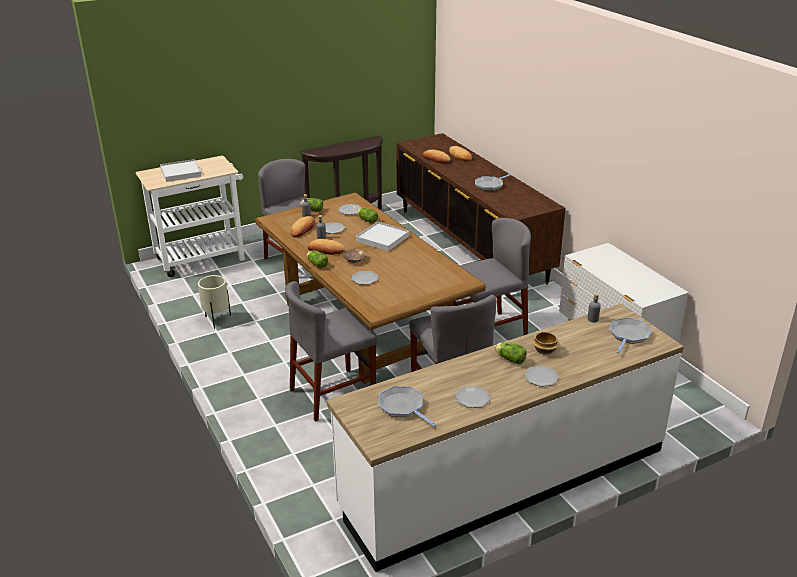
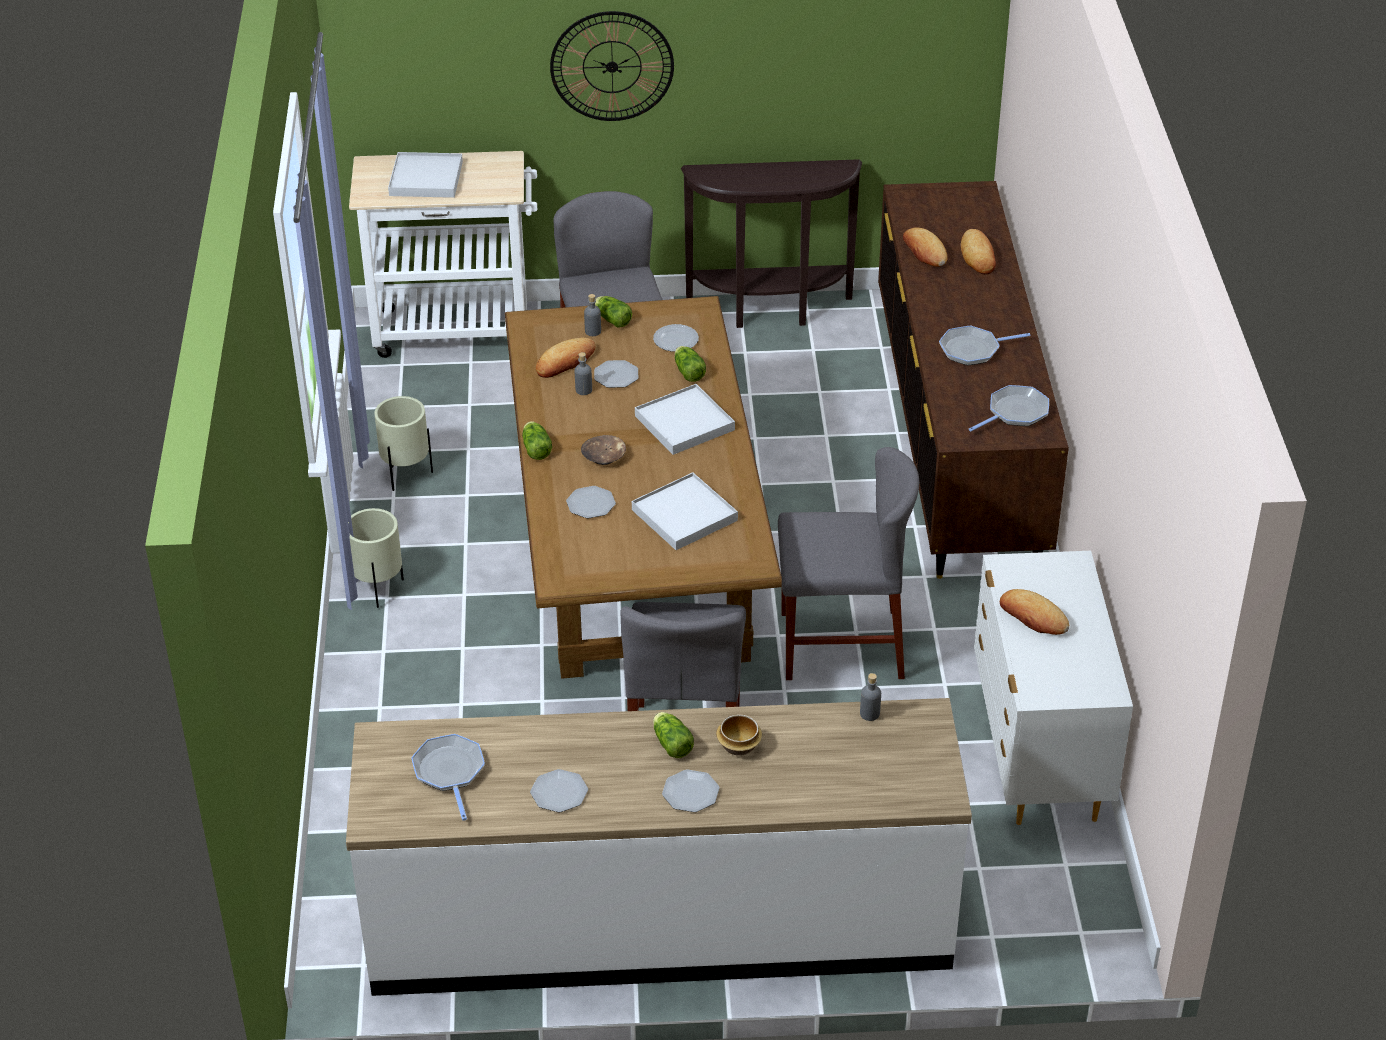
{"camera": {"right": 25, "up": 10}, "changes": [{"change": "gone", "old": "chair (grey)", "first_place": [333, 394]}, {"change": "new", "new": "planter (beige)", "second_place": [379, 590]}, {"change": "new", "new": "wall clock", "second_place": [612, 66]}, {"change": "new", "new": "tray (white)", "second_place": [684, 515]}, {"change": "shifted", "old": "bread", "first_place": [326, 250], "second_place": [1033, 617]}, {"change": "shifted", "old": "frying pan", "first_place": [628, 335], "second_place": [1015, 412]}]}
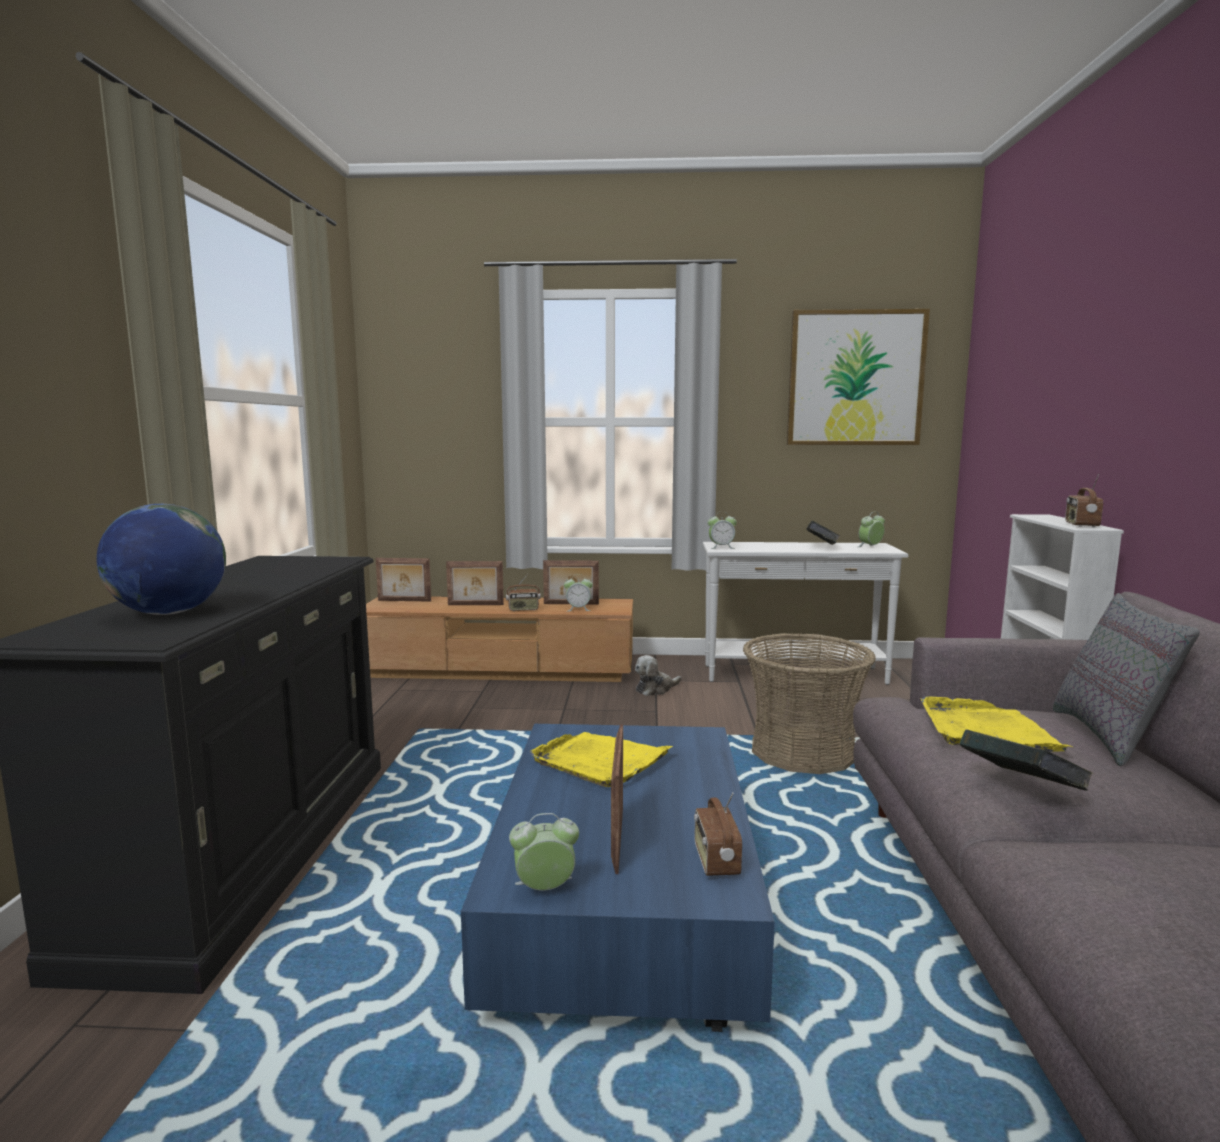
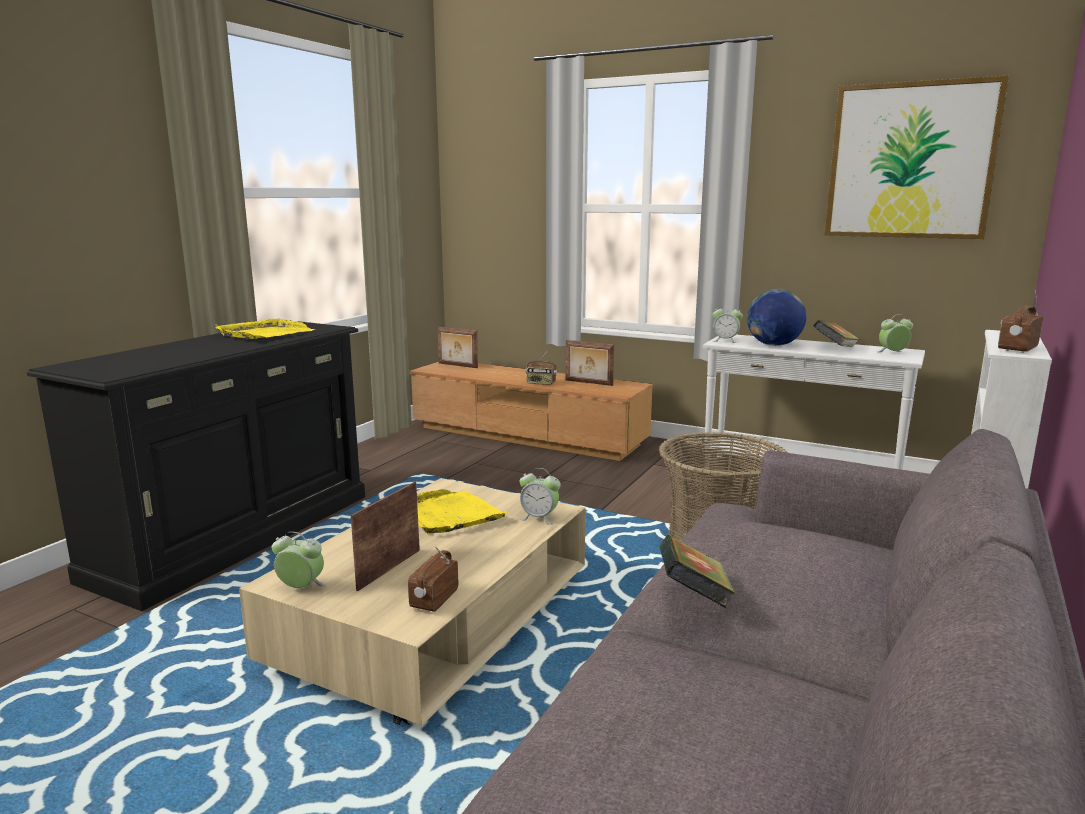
{"camera": {"right": 25, "up": 5}, "changes": [{"change": "gone", "old": "picture frame", "first_place": [475, 605]}, {"change": "gone", "old": "plush toy", "first_place": [655, 689]}, {"change": "gone", "old": "pillow (grey)", "first_place": [1107, 738]}, {"change": "shifted", "old": "globe", "first_place": [169, 613], "second_place": [774, 345]}, {"change": "shifted", "old": "alarm clock", "first_place": [578, 609], "second_place": [539, 518]}, {"change": "shifted", "old": "tray (yellow)", "first_place": [986, 731], "second_place": [265, 334]}, {"change": "repainted", "old": "coffee table (blue)", "new": "coffee table (beige)", "first_place": [623, 898], "second_place": [435, 625]}]}
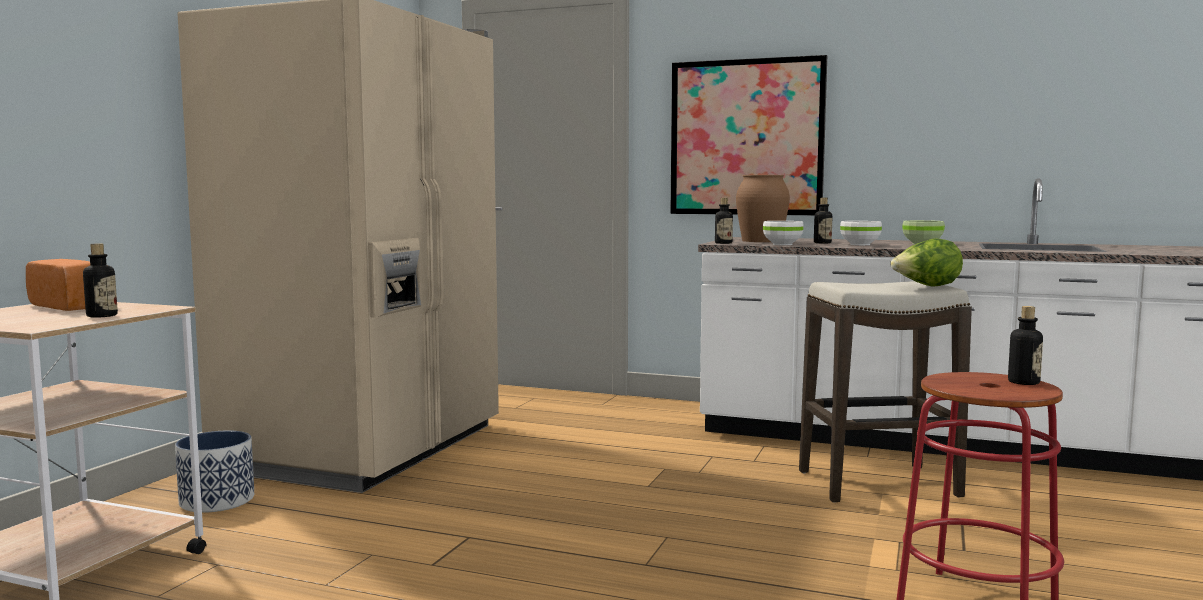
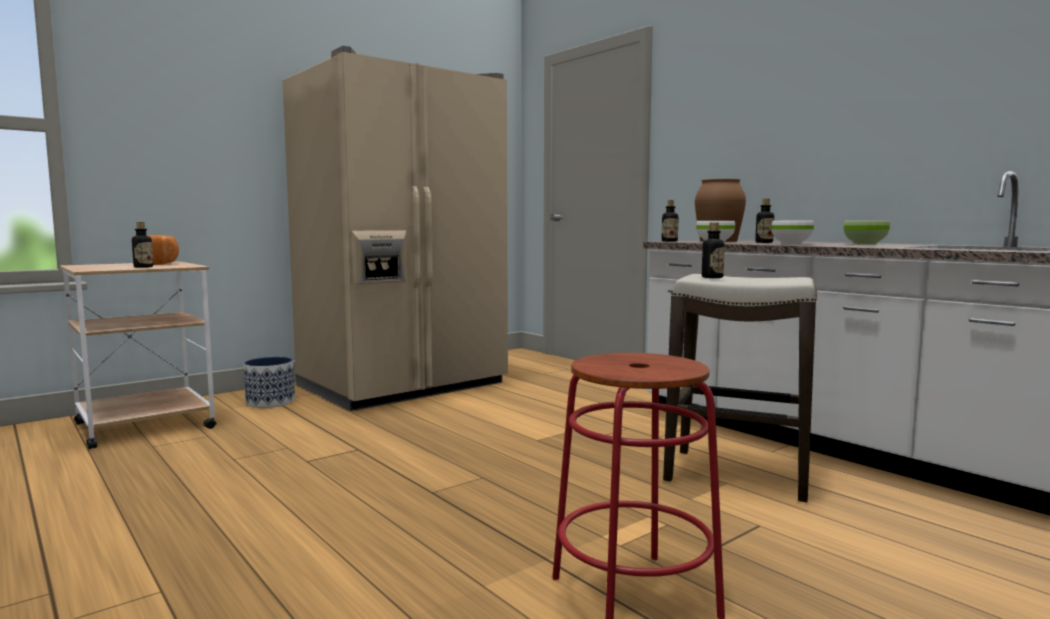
{"camera": {"right": 30, "up": 0}, "changes": [{"change": "gone", "old": "picture", "first_place": [746, 137]}, {"change": "gone", "old": "lettuce", "first_place": [926, 286]}, {"change": "shifted", "old": "bottle", "first_place": [1023, 382], "second_place": [712, 277]}]}
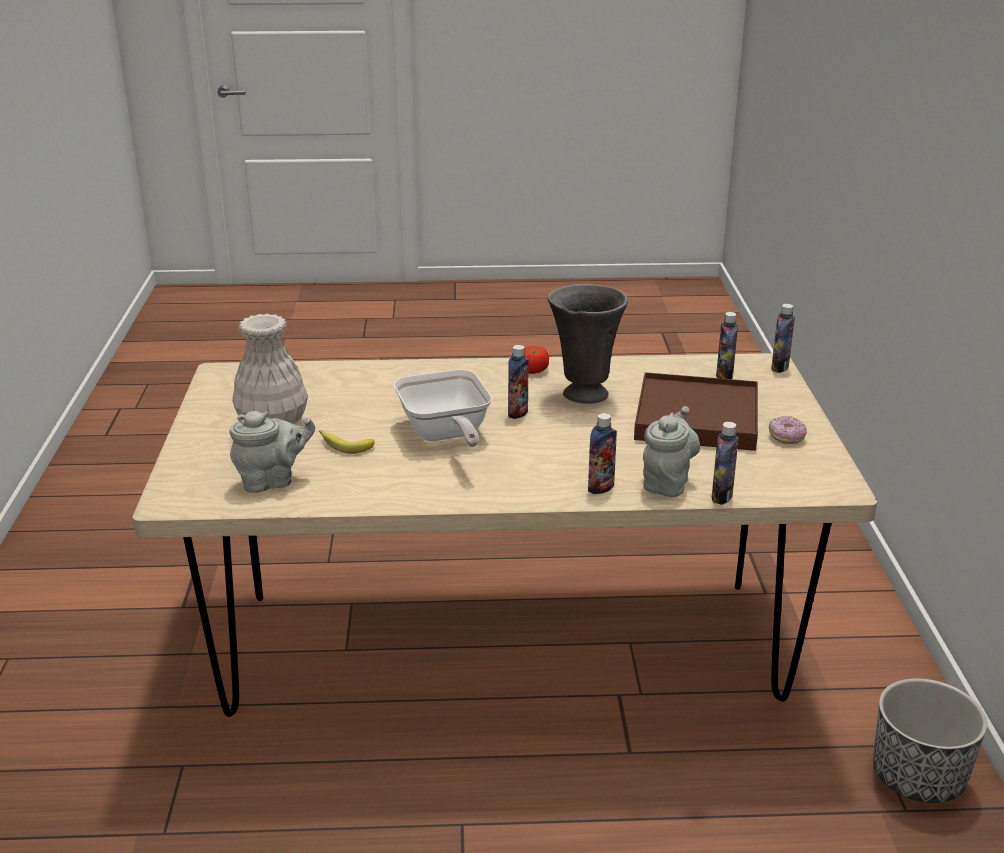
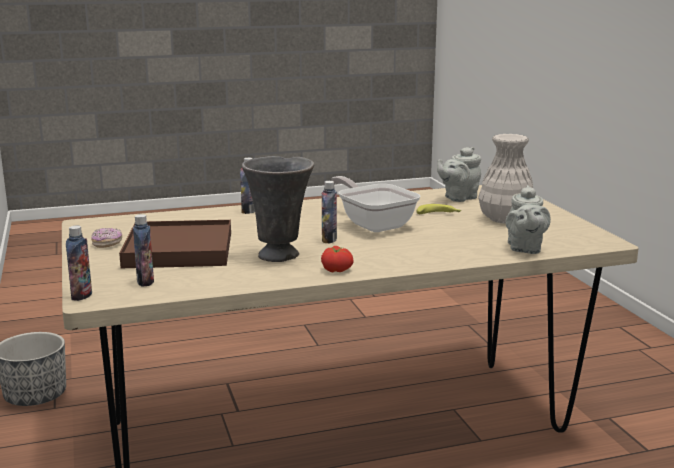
{"camera": {"right": 165, "up": -10}, "changes": [{"change": "gone", "old": "bottle", "first_place": [721, 497]}, {"change": "shifted", "old": "teapot (grey)", "first_place": [667, 482], "second_place": [524, 249]}]}
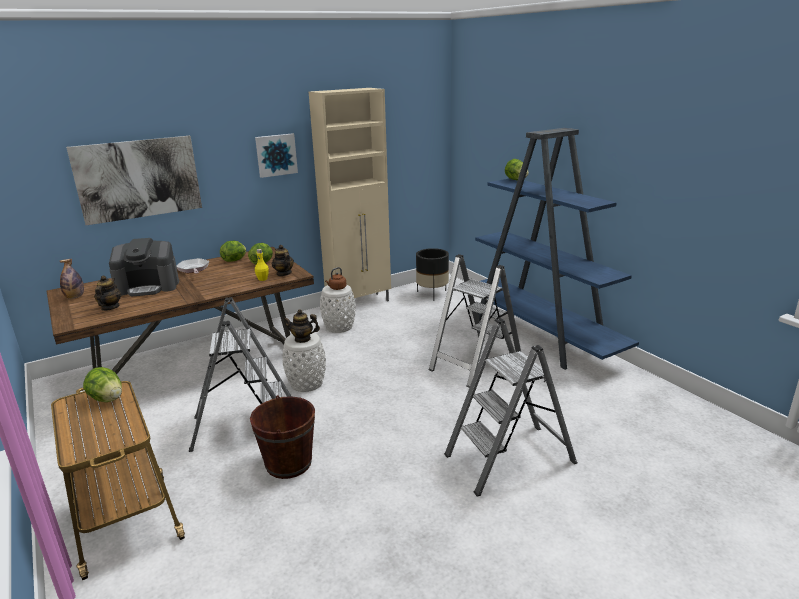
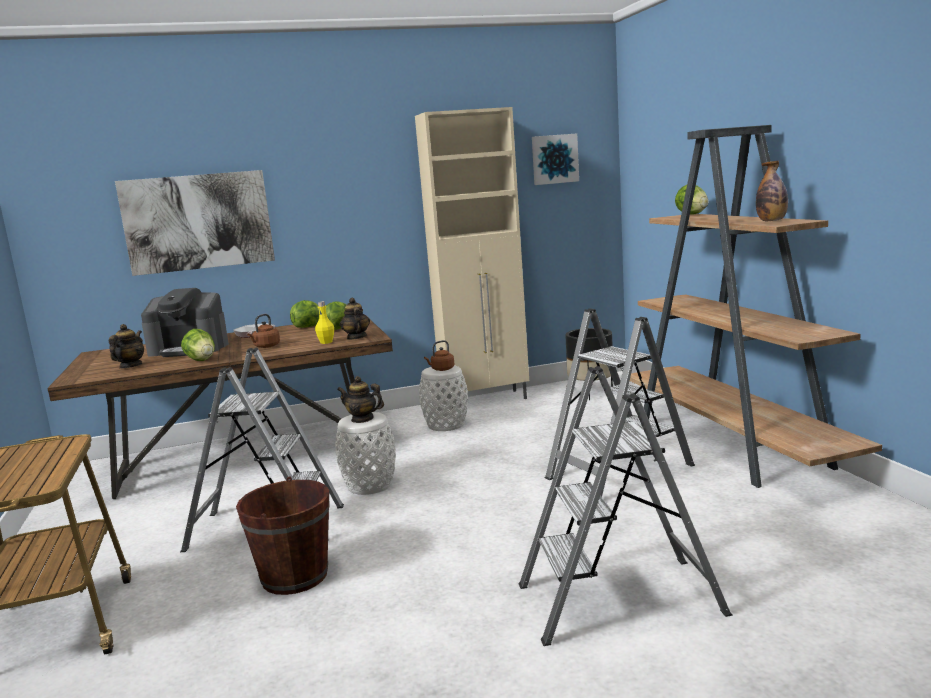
{"camera": {"right": 15, "up": -10}, "changes": [{"change": "new", "new": "kettle (brown)", "second_place": [266, 346]}, {"change": "shifted", "old": "bottle", "first_place": [75, 297], "second_place": [771, 221]}, {"change": "shifted", "old": "lettuce", "first_place": [107, 399], "second_place": [201, 360]}, {"change": "shifted", "old": "picture", "first_place": [276, 155], "second_place": [554, 159]}, {"change": "repainted", "old": "bookcase (blue)", "new": "bookcase (brown)", "first_place": [539, 336], "second_place": [731, 444]}]}
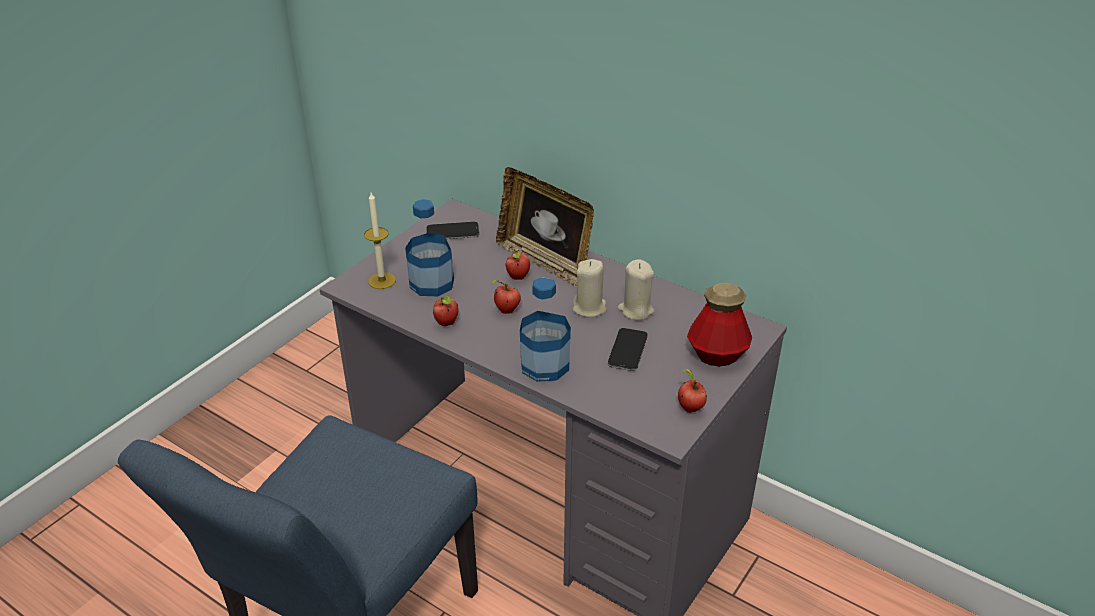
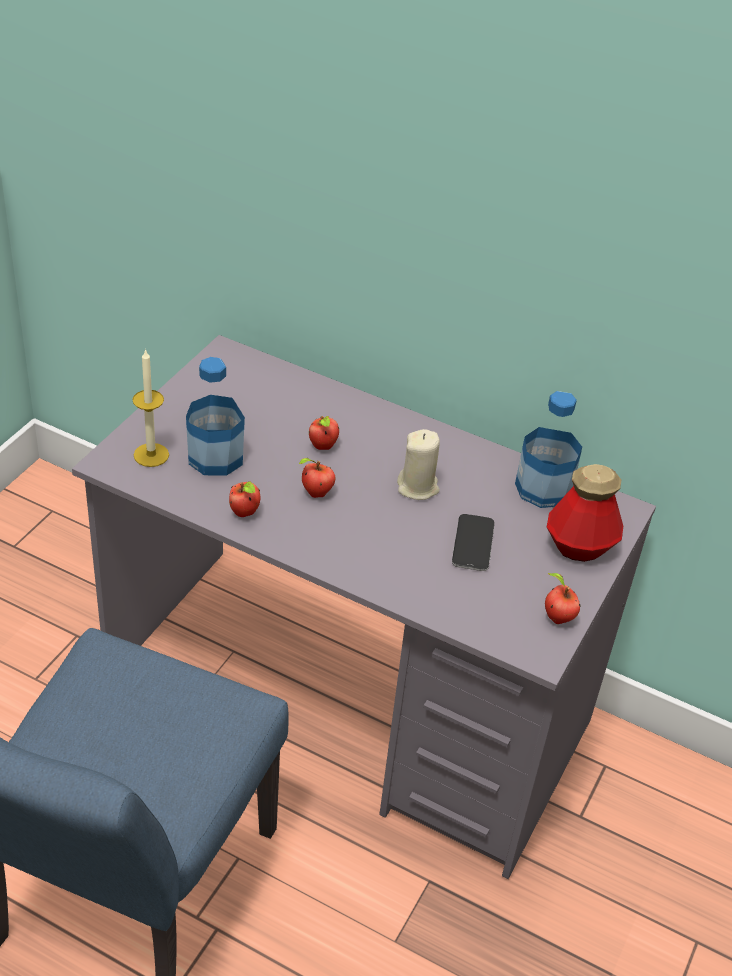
{"camera": {"right": -10, "up": 5}, "changes": [{"change": "gone", "old": "phone", "first_place": [453, 232]}, {"change": "gone", "old": "picture frame", "first_place": [545, 261]}, {"change": "gone", "old": "candle (beige)", "first_place": [635, 310]}, {"change": "shifted", "old": "bottle", "first_place": [544, 365], "second_place": [543, 488]}]}
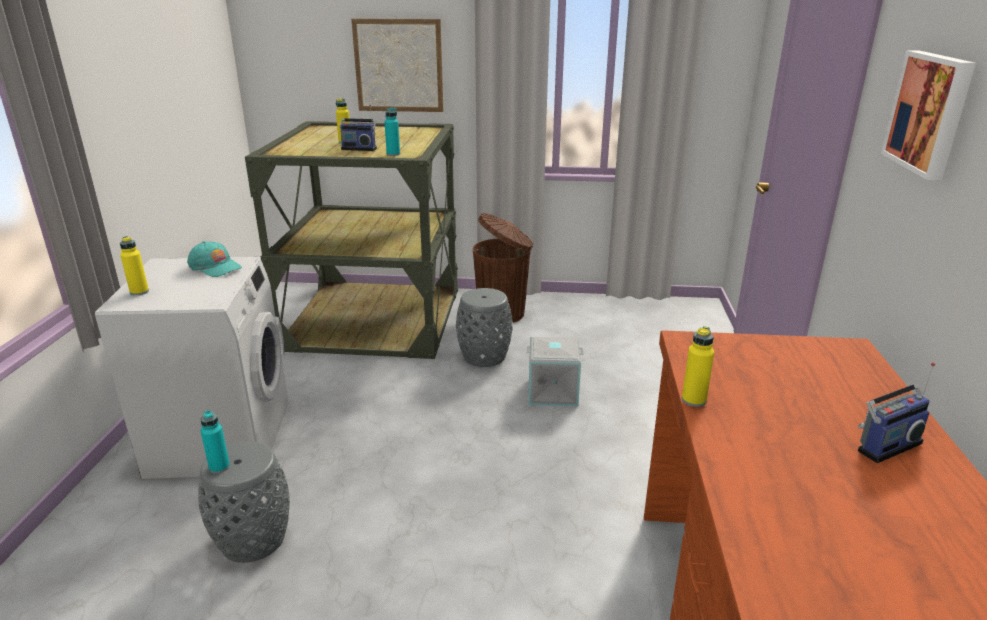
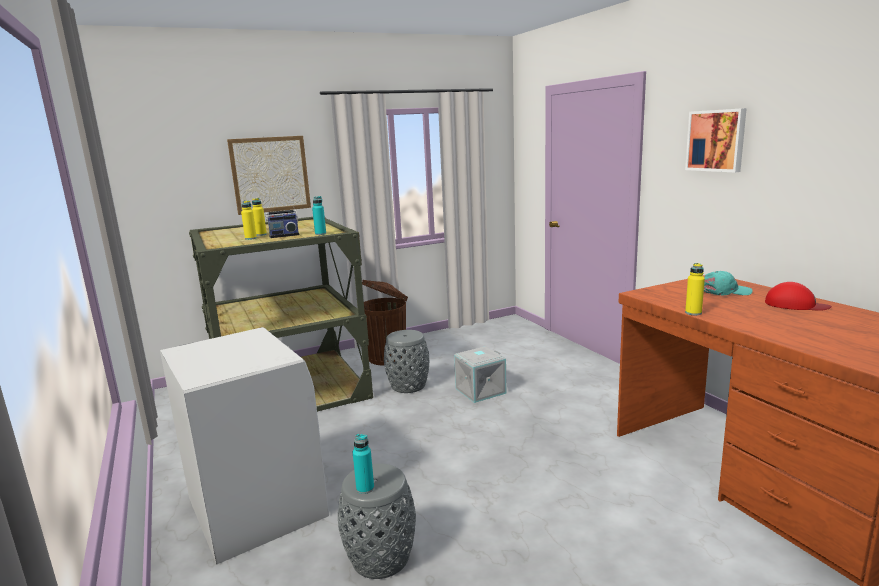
{"camera": {"right": -30, "up": -10}, "changes": [{"change": "shifted", "old": "bottle (yellow)", "first_place": [139, 292], "second_place": [250, 238]}, {"change": "shifted", "old": "cap (turquoise)", "first_place": [215, 267], "second_place": [724, 291]}, {"change": "swapped", "old": "radio", "new": "cap (red)", "first_place": [885, 445], "second_place": [795, 305]}]}
